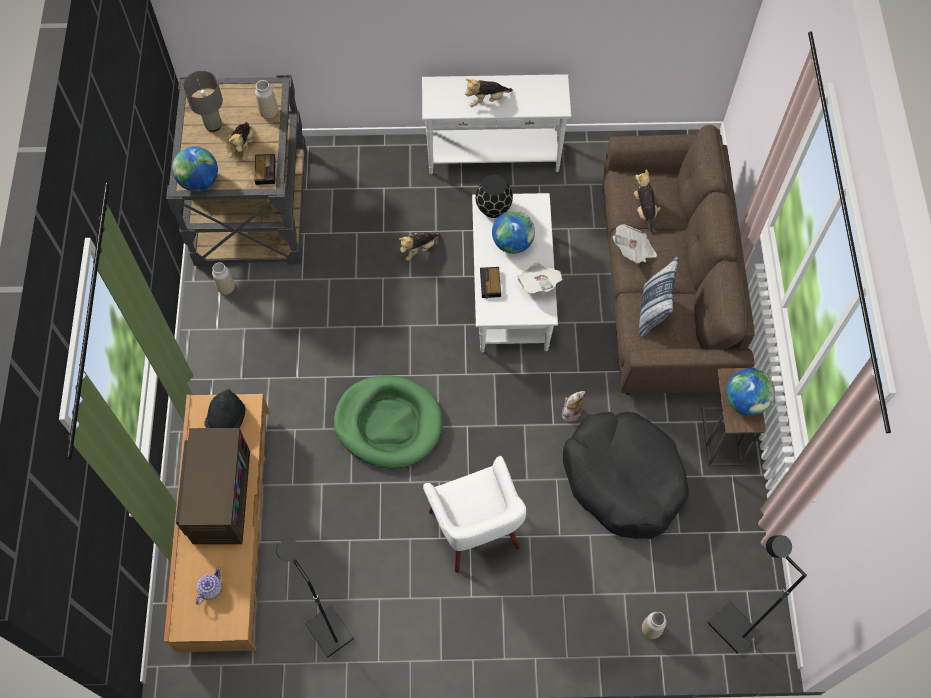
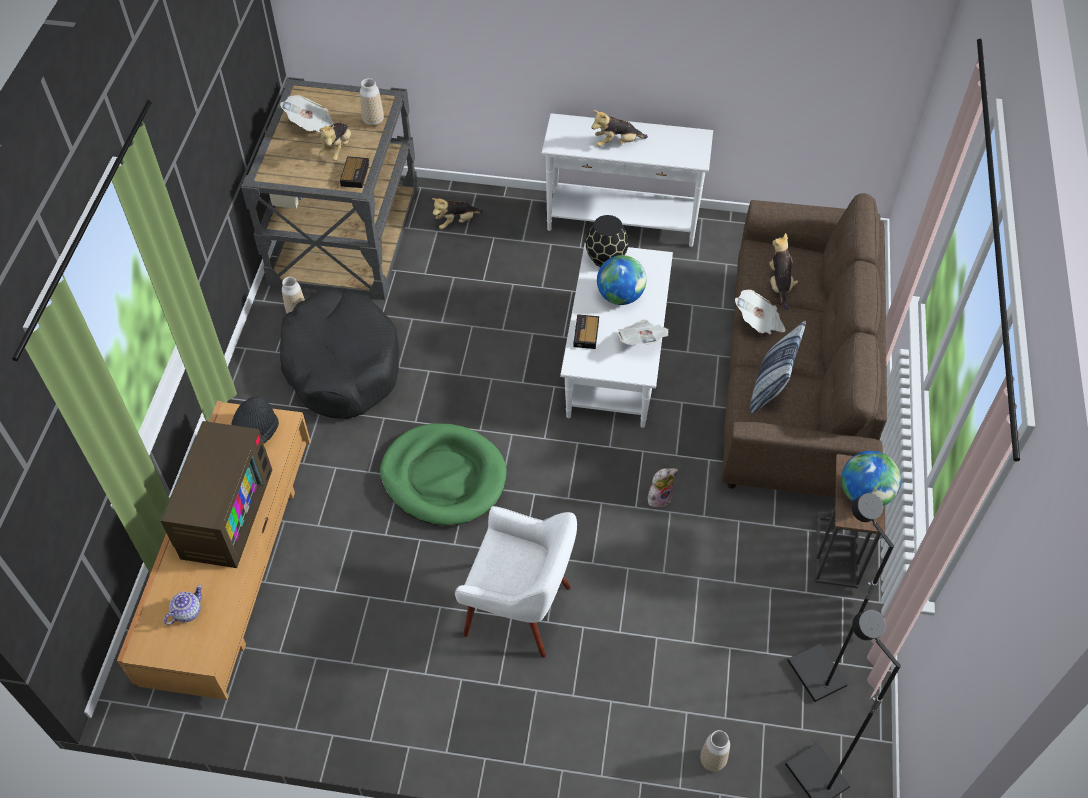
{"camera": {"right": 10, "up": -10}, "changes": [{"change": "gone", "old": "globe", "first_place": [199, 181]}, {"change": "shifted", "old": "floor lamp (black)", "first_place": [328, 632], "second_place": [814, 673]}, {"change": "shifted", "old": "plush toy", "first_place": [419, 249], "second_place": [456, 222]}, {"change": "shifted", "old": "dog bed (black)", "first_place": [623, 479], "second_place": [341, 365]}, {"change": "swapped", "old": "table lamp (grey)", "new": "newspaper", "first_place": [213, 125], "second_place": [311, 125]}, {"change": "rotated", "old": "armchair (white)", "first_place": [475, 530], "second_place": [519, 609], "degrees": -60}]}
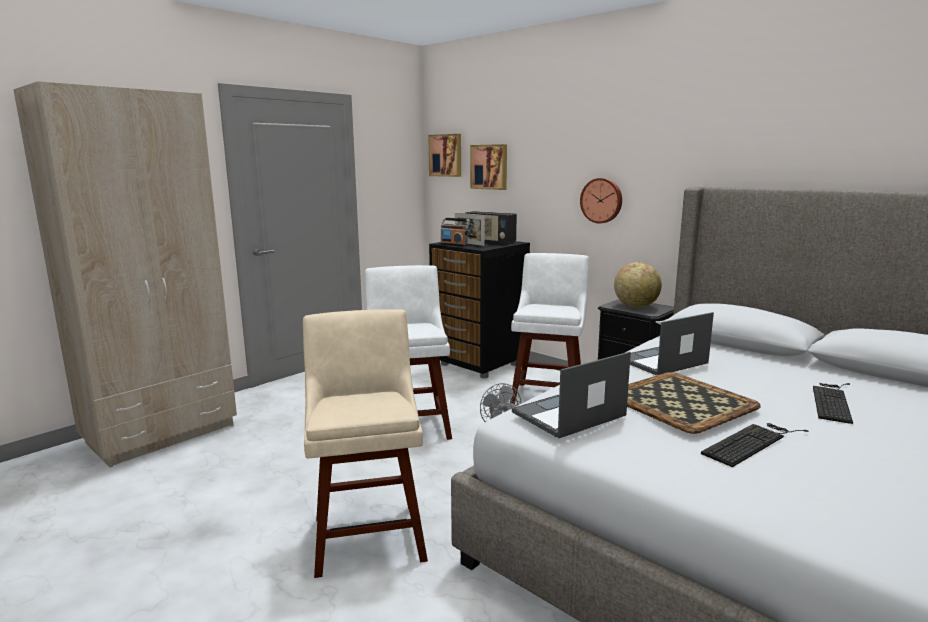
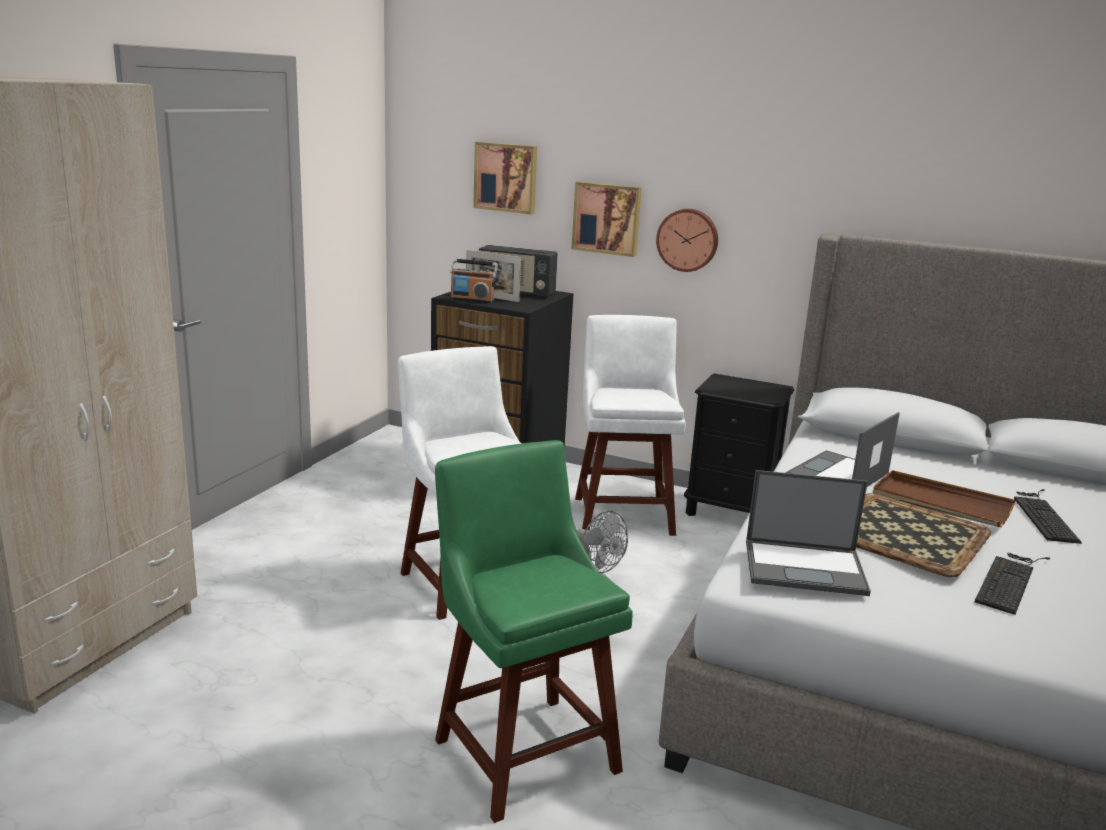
{"camera": {"right": -20, "up": 5}, "changes": [{"change": "gone", "old": "globe", "first_place": [636, 306]}, {"change": "new", "new": "tray (brown)", "second_place": [940, 503]}, {"change": "shifted", "old": "picture", "first_place": [446, 155], "second_place": [607, 218]}, {"change": "repainted", "old": "chair (beige)", "new": "chair (green)", "first_place": [369, 534], "second_place": [523, 749]}, {"change": "rotated", "old": "laptop", "first_place": [568, 414], "second_place": [806, 567], "degrees": -120}]}
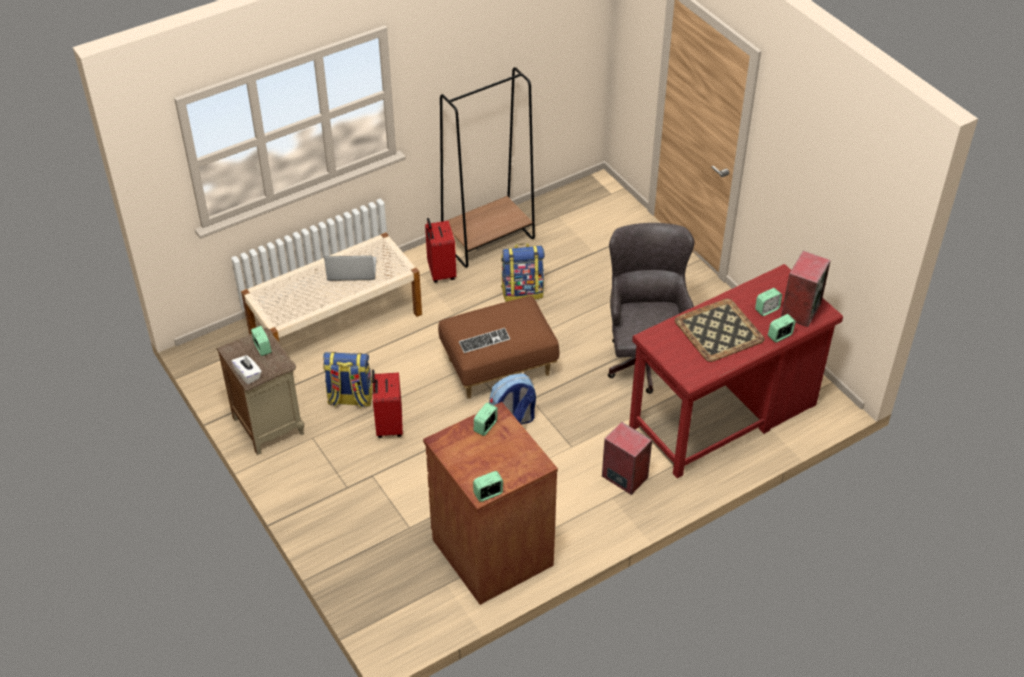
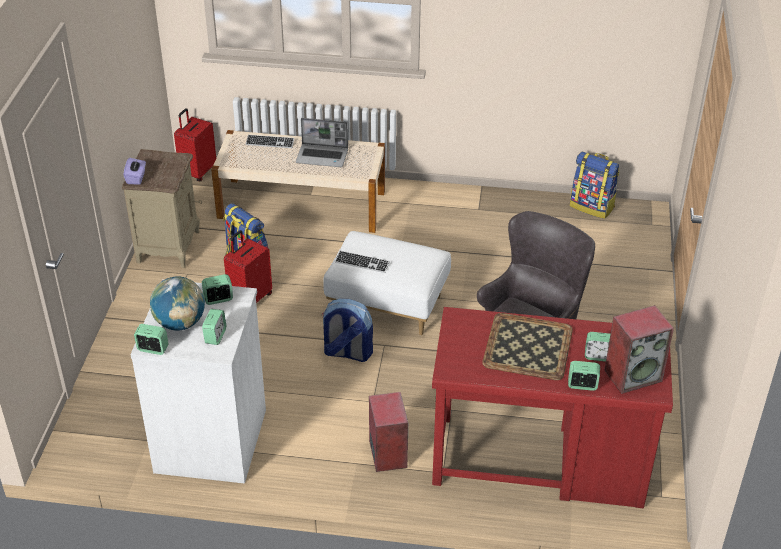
{"camera": {"right": 40, "up": -5}, "changes": [{"change": "gone", "old": "clothes rack", "first_place": [488, 241]}, {"change": "new", "new": "globe", "second_place": [180, 323]}, {"change": "new", "new": "keyboard", "second_place": [270, 142]}, {"change": "shifted", "old": "alarm clock", "first_place": [262, 348], "second_place": [215, 336]}, {"change": "shifted", "old": "suitcase (red)", "first_place": [440, 272], "second_place": [198, 172]}, {"change": "shifted", "old": "backpack", "first_place": [522, 292], "second_place": [592, 206]}, {"change": "repainted", "old": "tissue box (white)", "new": "tissue box (purple)", "first_place": [248, 375], "second_place": [136, 178]}, {"change": "repainted", "old": "dresser (brown)", "new": "dresser (white)", "first_place": [491, 552], "second_place": [210, 439]}, {"change": "repainted", "old": "ottoman (brown)", "new": "ottoman (white)", "first_place": [499, 367], "second_place": [388, 305]}, {"change": "rotated", "old": "laptop", "first_place": [351, 271], "second_place": [323, 156], "degrees": 150}]}
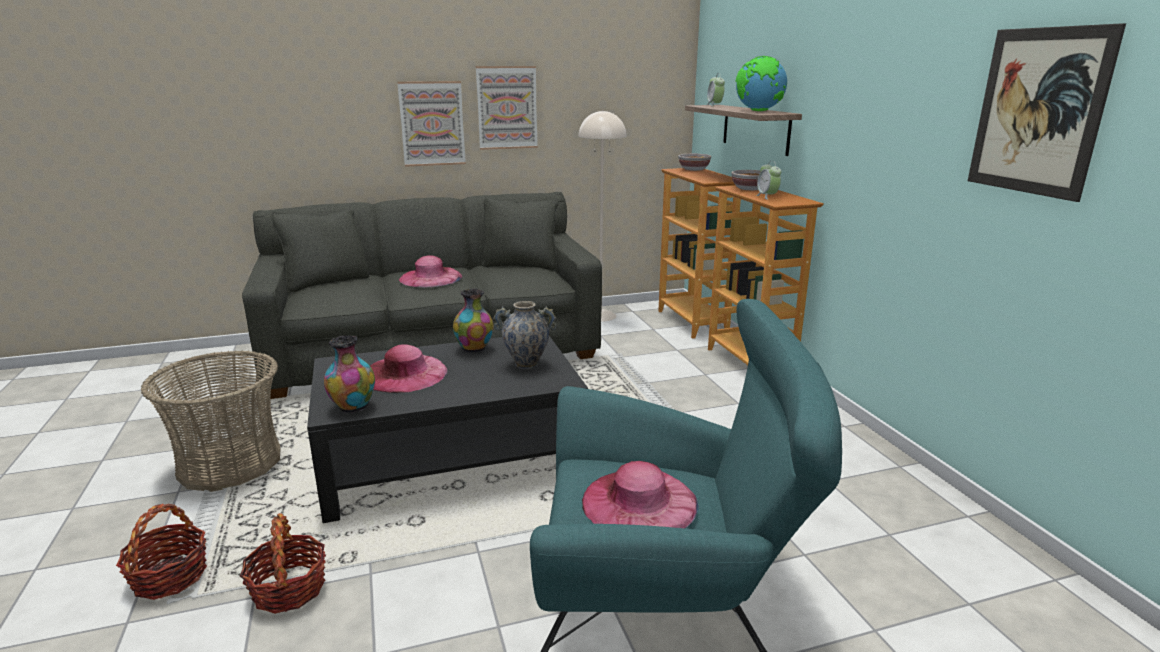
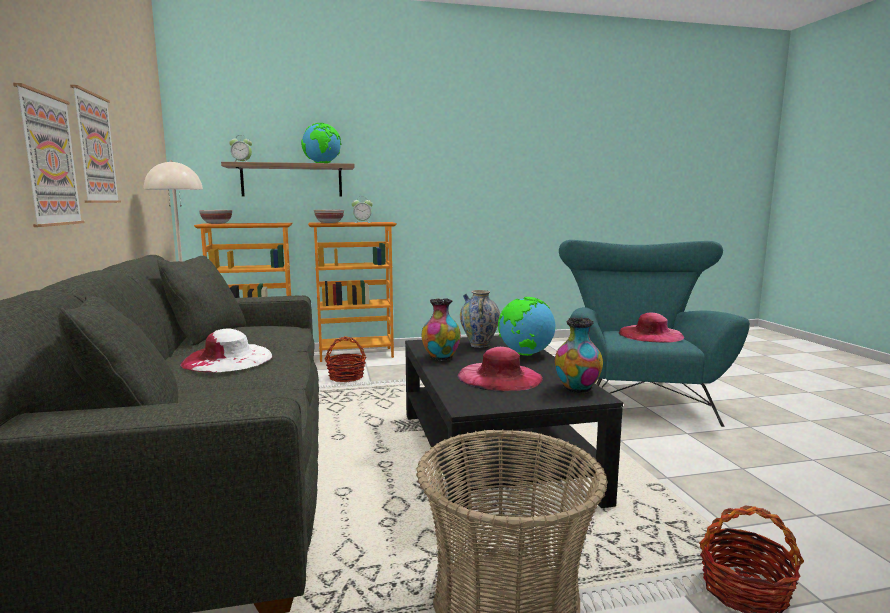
{"camera": {"right": -85, "up": -10}, "changes": [{"change": "gone", "old": "picture", "first_place": [1038, 112]}, {"change": "new", "new": "globe", "second_place": [525, 354]}, {"change": "shifted", "old": "basket", "first_place": [289, 589], "second_place": [346, 377]}, {"change": "repainted", "old": "hat (pink)", "new": "hat (white)", "first_place": [430, 277], "second_place": [227, 359]}]}
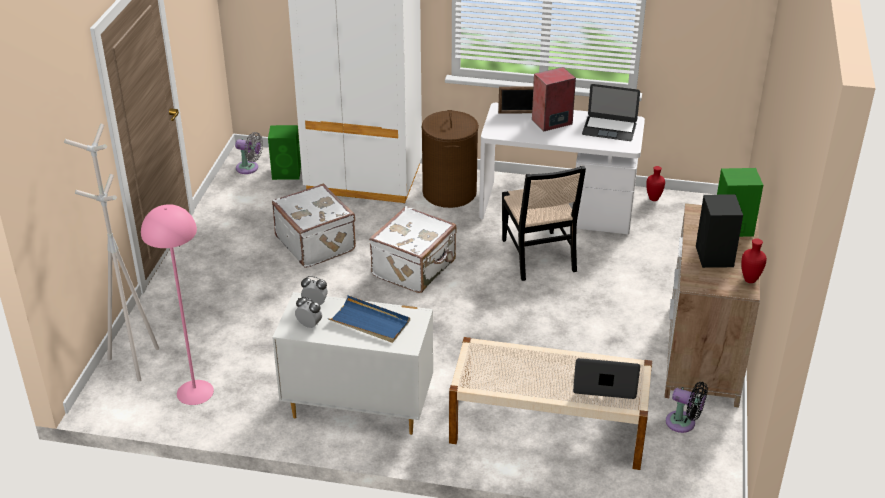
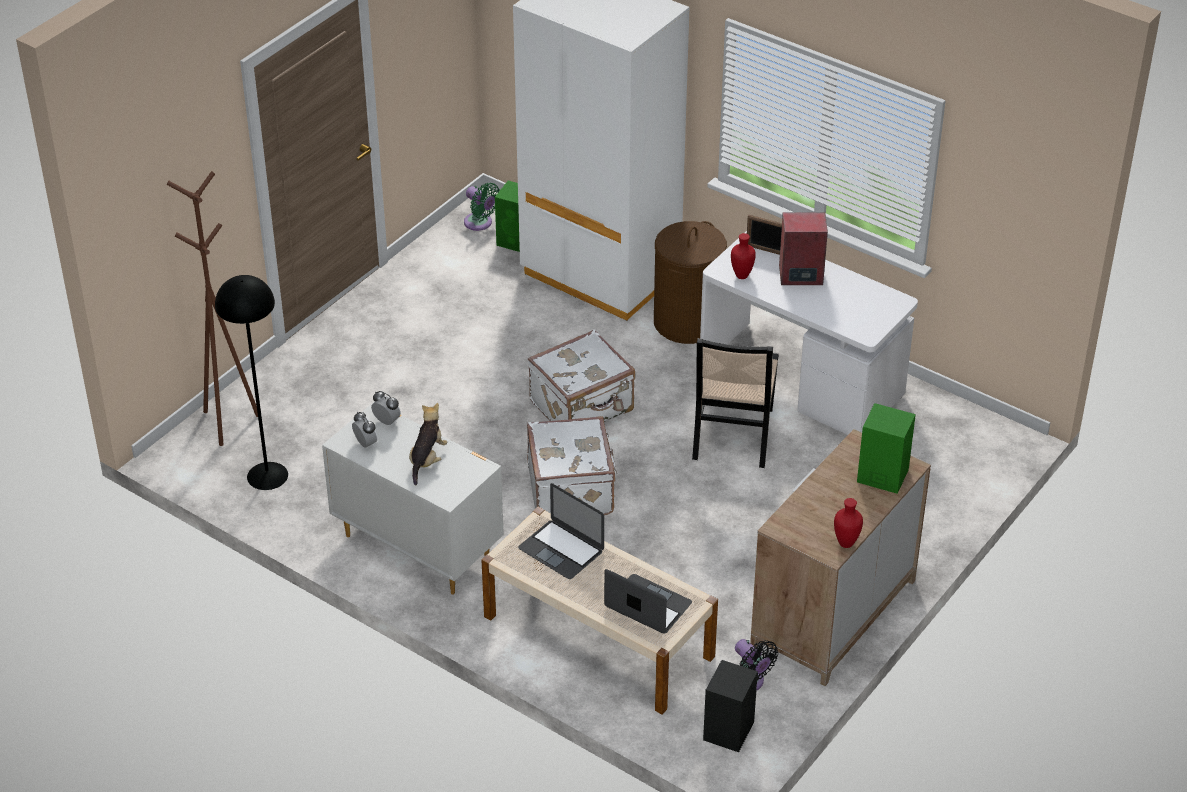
{"camera": {"right": 25, "up": 5}, "changes": [{"change": "shifted", "old": "suitcase (white)", "first_place": [316, 243], "second_place": [572, 489]}, {"change": "shifted", "old": "laptop", "first_place": [609, 128], "second_place": [561, 549]}, {"change": "shifted", "old": "vase (red)", "first_place": [653, 198], "second_place": [741, 275]}, {"change": "shifted", "old": "speaker (black)", "first_place": [714, 257], "second_place": [728, 732]}, {"change": "swapped", "old": "tray (blue)", "new": "plush toy", "first_place": [370, 322], "second_place": [427, 460]}, {"change": "repainted", "old": "clothes rack (grey)", "new": "clothes rack (brown)", "first_place": [136, 362], "second_place": [228, 423]}, {"change": "repainted", "old": "floor lamp (pink)", "new": "floor lamp (black)", "first_place": [195, 392], "second_place": [268, 475]}, {"change": "repainted", "old": "fan (grey)", "new": "fan (green)", "first_place": [249, 168], "second_place": [480, 223]}]}
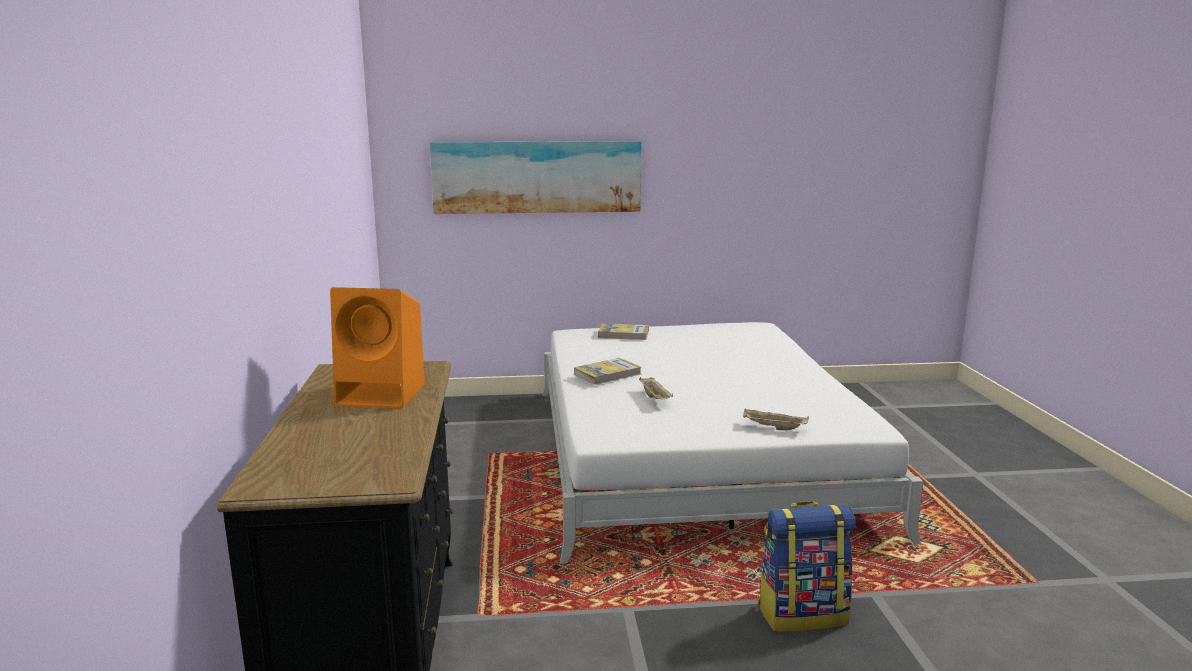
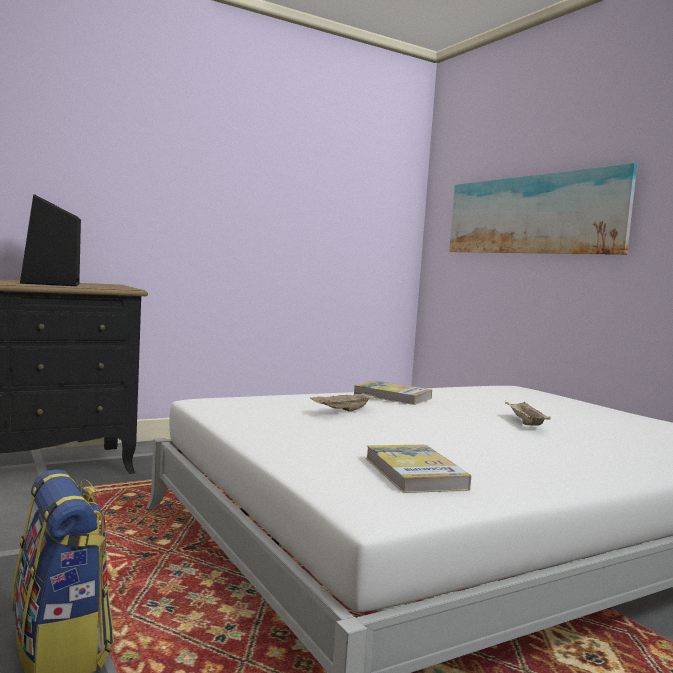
{"camera": {"right": 65, "up": -10}, "changes": [{"change": "shifted", "old": "book", "first_place": [623, 334], "second_place": [414, 473]}, {"change": "shifted", "old": "tray (beige)", "first_place": [773, 428], "second_place": [525, 422]}, {"change": "repainted", "old": "speaker (orange)", "new": "speaker (black)", "first_place": [384, 395], "second_place": [51, 284]}]}
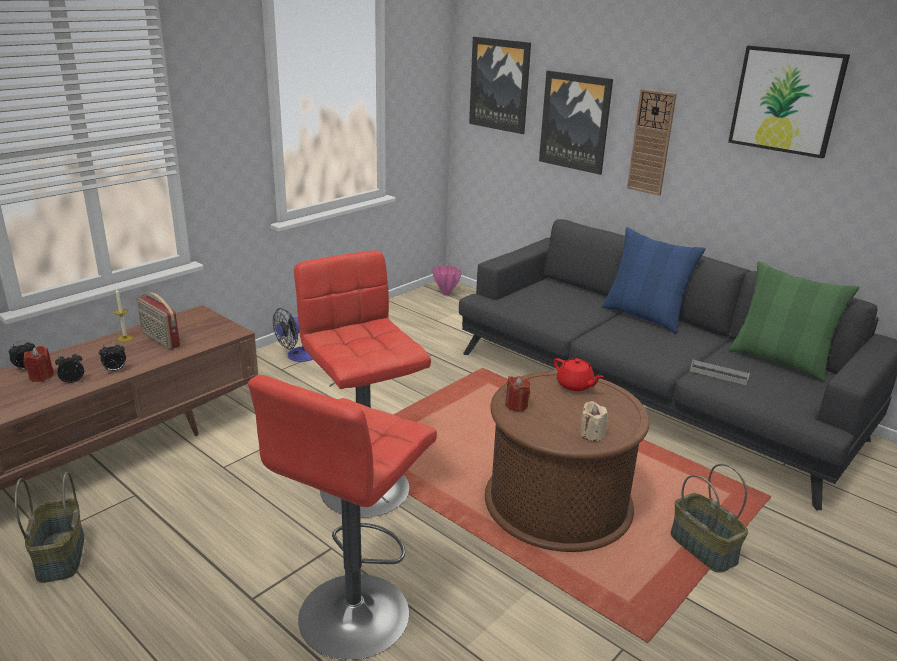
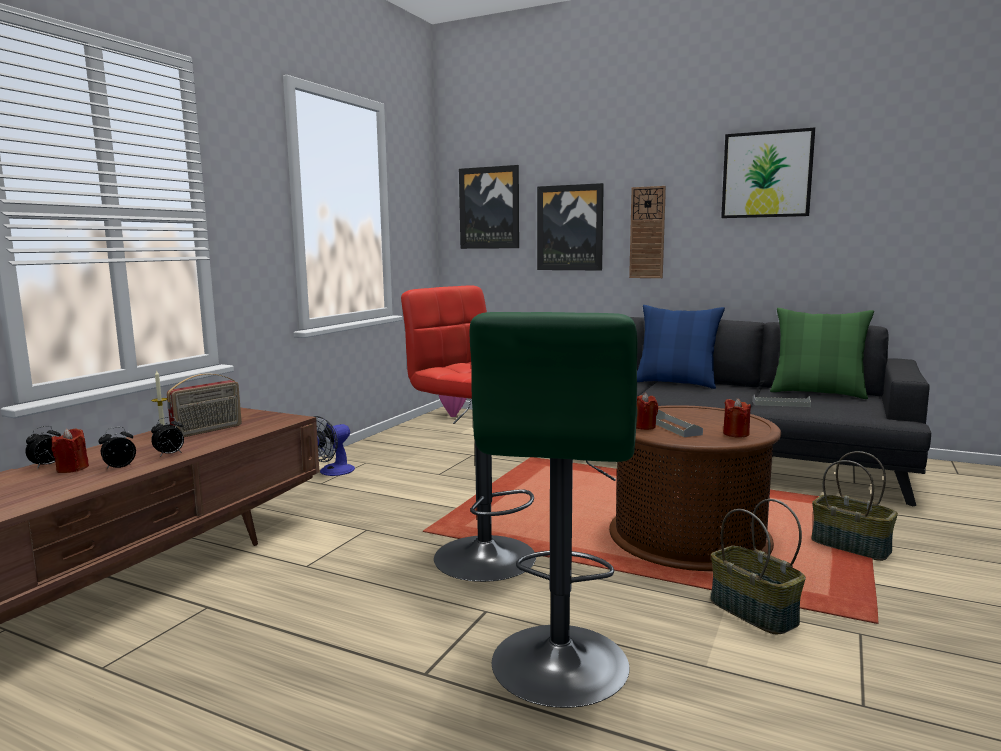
{"camera": {"right": -15, "up": -15}, "changes": [{"change": "gone", "old": "teapot (red)", "first_place": [575, 385]}, {"change": "new", "new": "tray (grey)", "second_place": [674, 427]}, {"change": "shifted", "old": "basket", "first_place": [59, 556], "second_place": [752, 611]}, {"change": "repainted", "old": "stool (red)", "new": "stool (green)", "first_place": [352, 615], "second_place": [558, 664]}, {"change": "repainted", "old": "candle (beige)", "new": "candle (red)", "first_place": [591, 434], "second_place": [736, 434]}, {"change": "rotated", "old": "radio", "first_place": [160, 339], "second_place": [208, 431], "degrees": -75}]}
